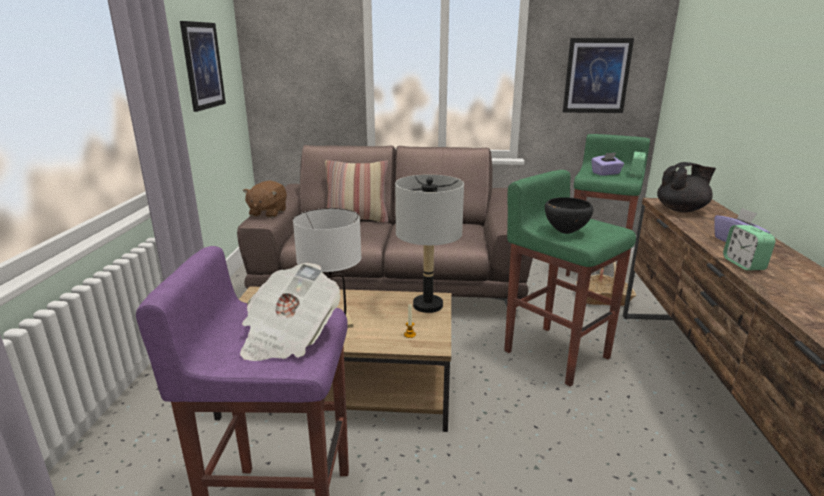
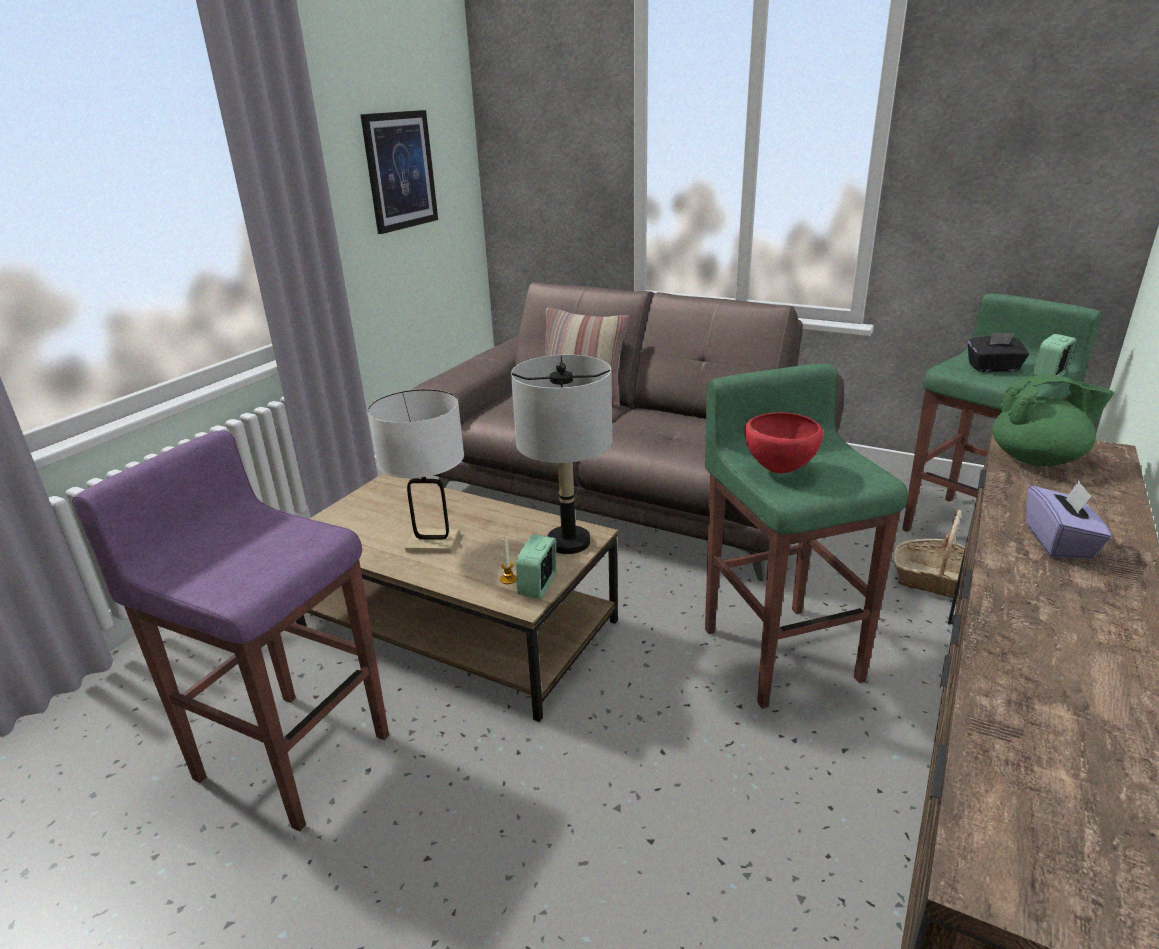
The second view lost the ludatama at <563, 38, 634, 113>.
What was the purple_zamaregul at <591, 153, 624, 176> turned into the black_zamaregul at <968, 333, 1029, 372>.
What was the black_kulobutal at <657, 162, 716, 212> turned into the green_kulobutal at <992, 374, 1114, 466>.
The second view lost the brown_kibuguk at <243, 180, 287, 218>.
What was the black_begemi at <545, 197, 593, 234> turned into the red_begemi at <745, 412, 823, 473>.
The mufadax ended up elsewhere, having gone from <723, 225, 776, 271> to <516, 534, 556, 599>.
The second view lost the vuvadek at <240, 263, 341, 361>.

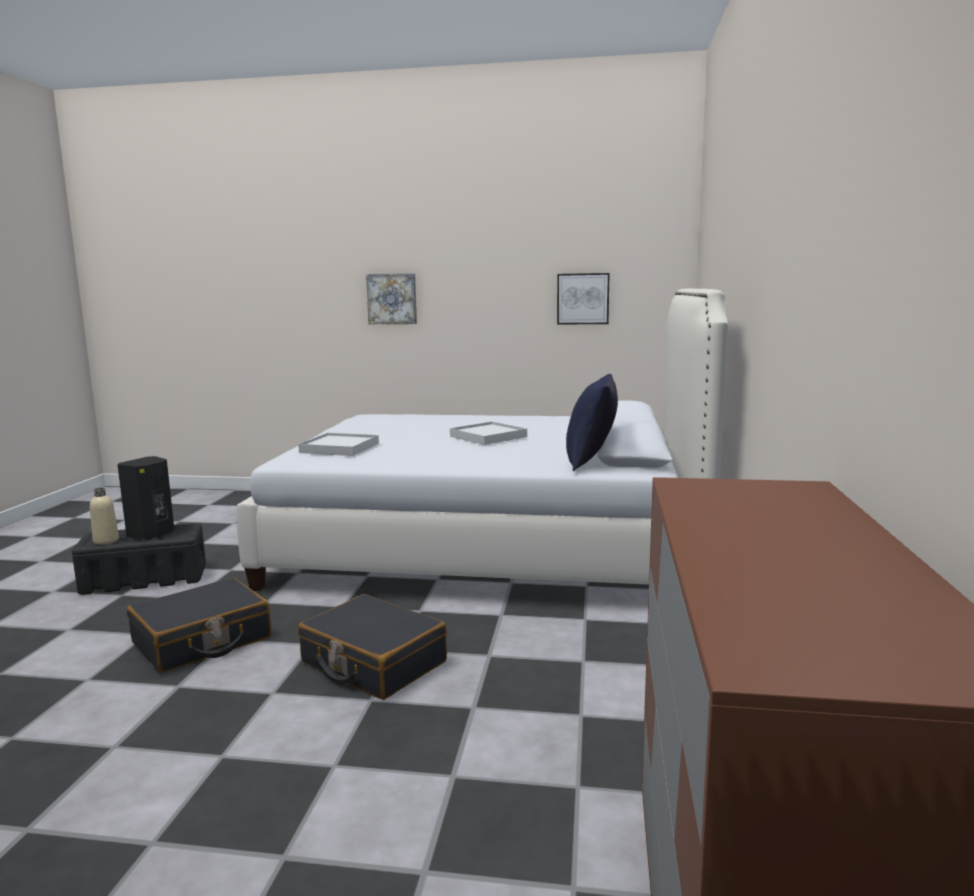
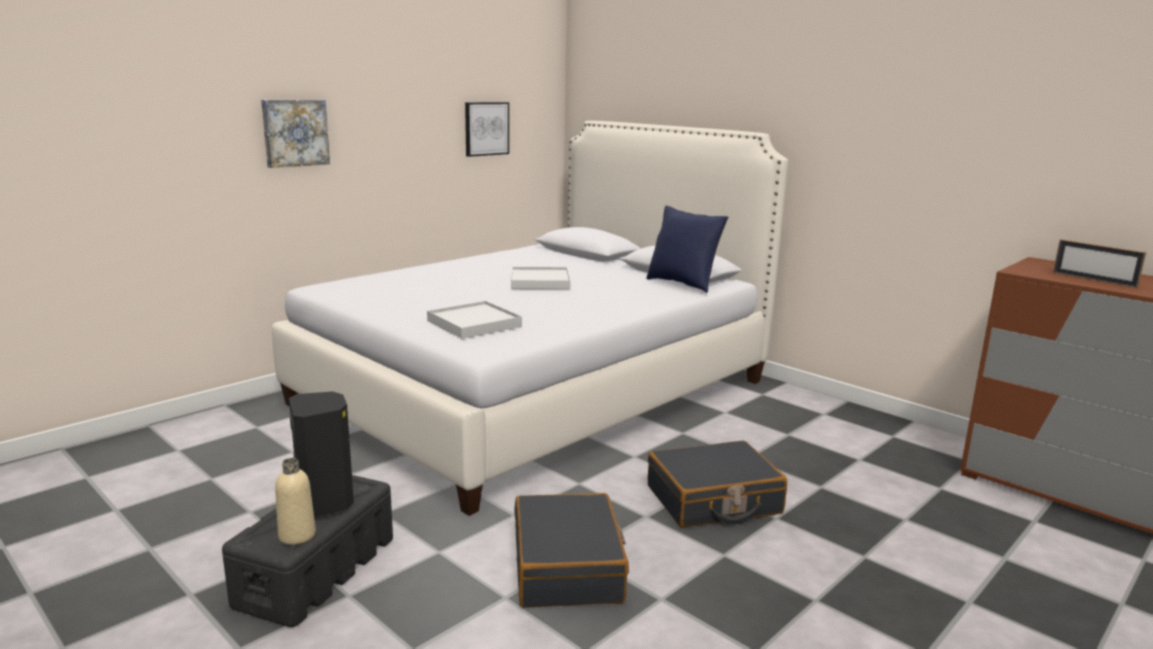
The second view gained the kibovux at <1053, 239, 1146, 288>.

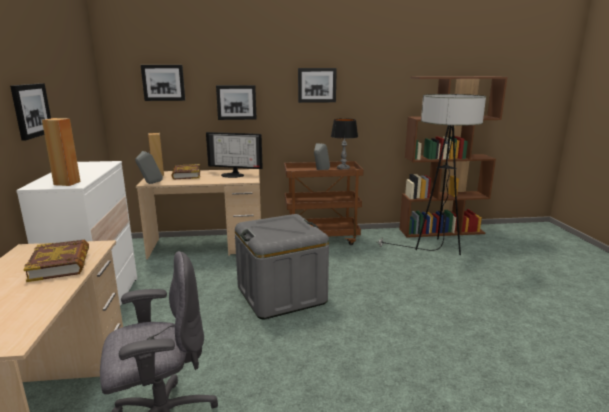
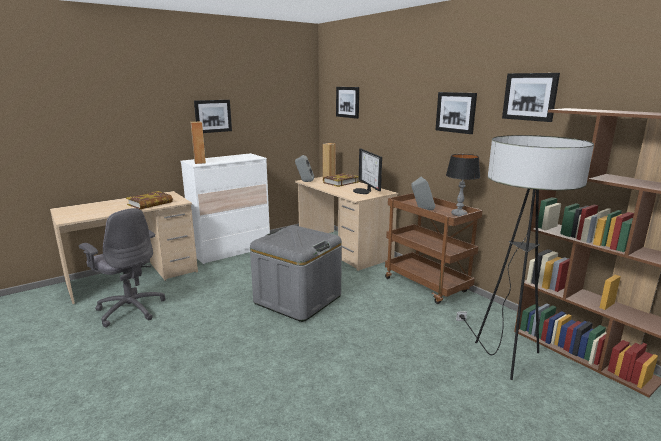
The ludatama ended up elsewhere, having gone from <216, 85, 257, 120> to <502, 73, 560, 122>.

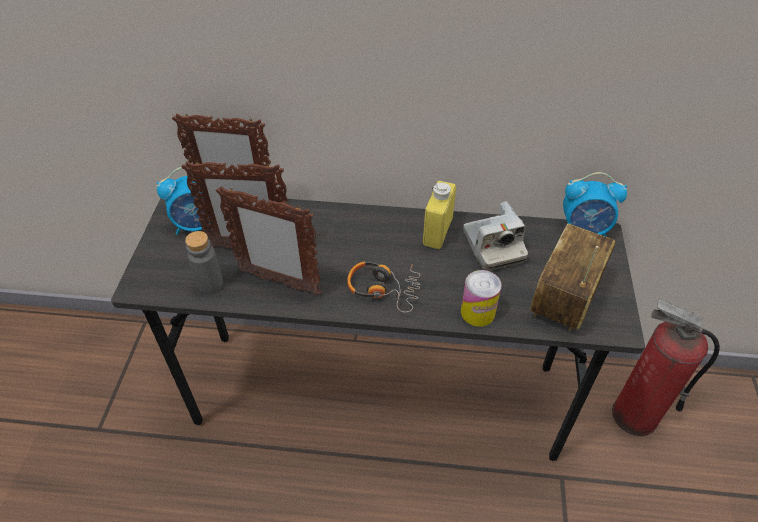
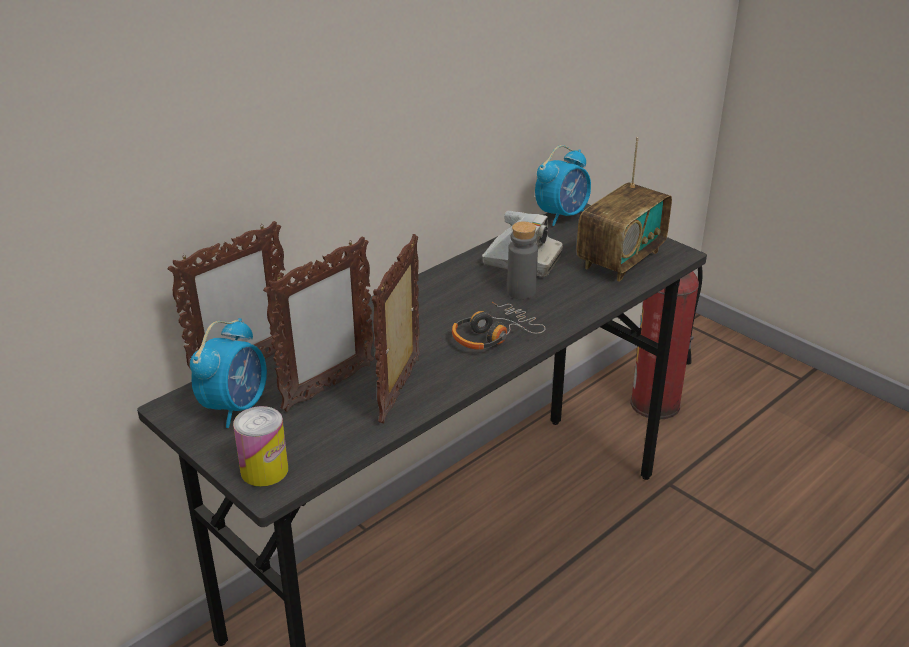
The second view lost the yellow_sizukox at <423, 181, 456, 249>.
The kibovux at <216, 186, 322, 296> ended up facing another way, 135 degrees clockwise from before.
The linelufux at <530, 223, 616, 331> ended up facing another way, 120 degrees counterclockwise from before.
The grey_sizukox ended up elsewhere, having gone from <185, 231, 223, 294> to <507, 222, 538, 299>.
The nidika ended up elsewhere, having gone from <461, 270, 502, 327> to <233, 406, 288, 487>.

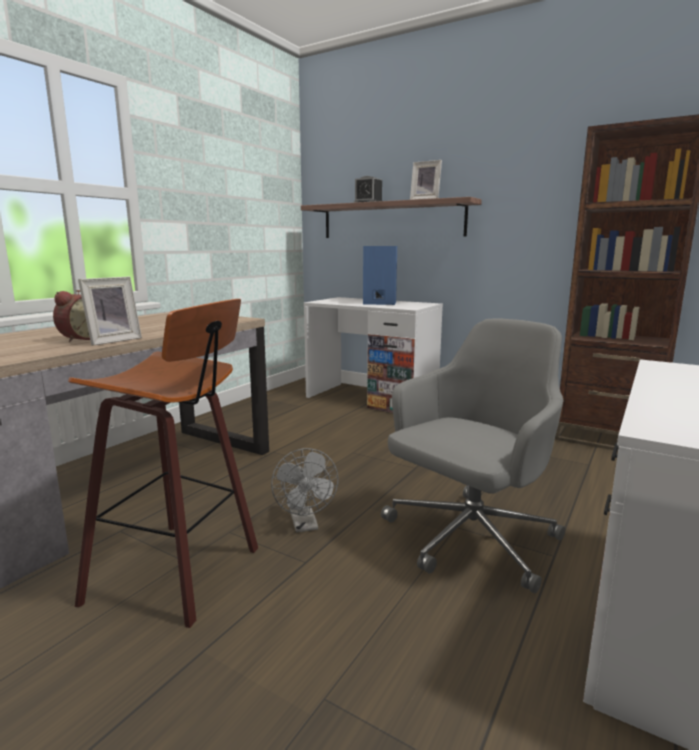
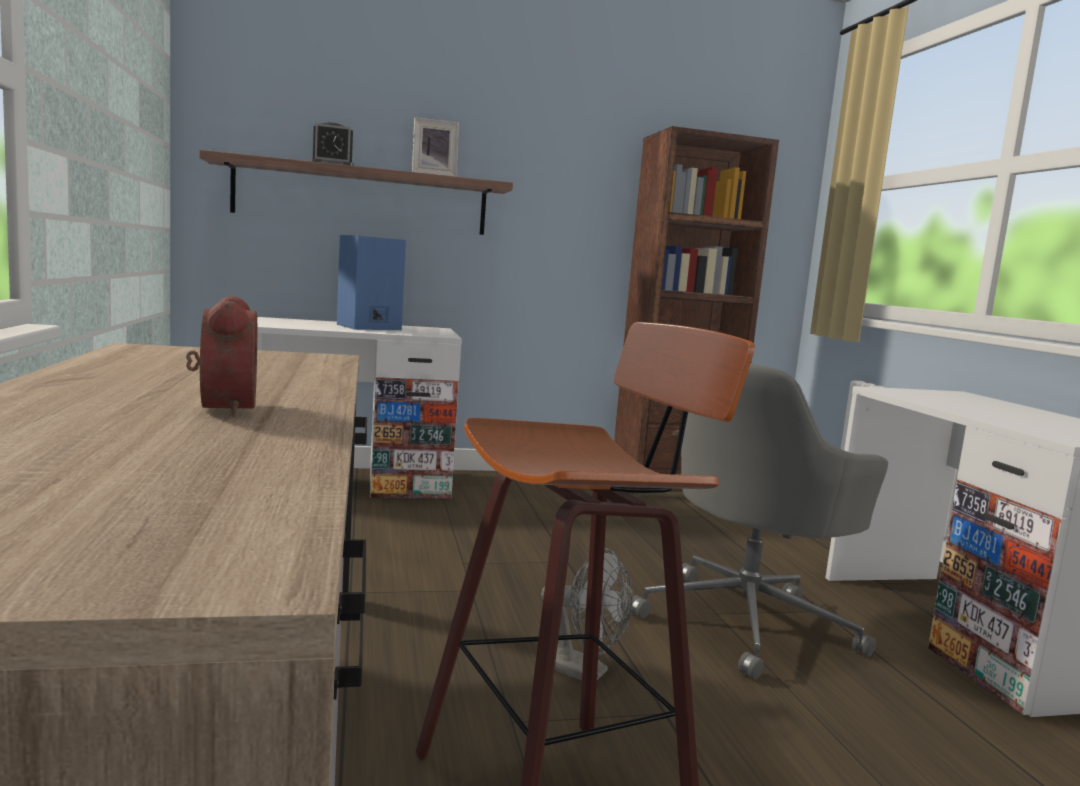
The second view lost the kibovux at <78, 276, 142, 346>.
The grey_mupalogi at <381, 318, 565, 593> ended up facing another way, 135 degrees counterclockwise from before.

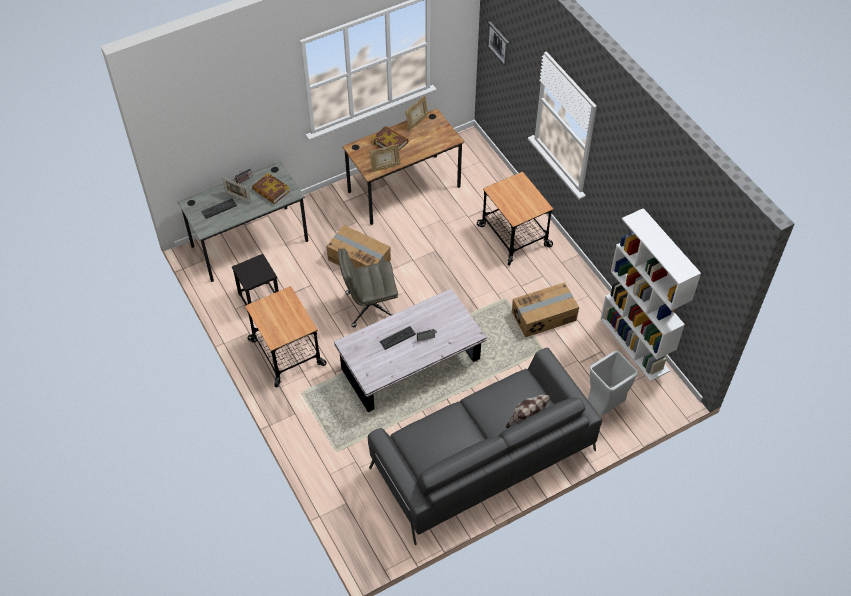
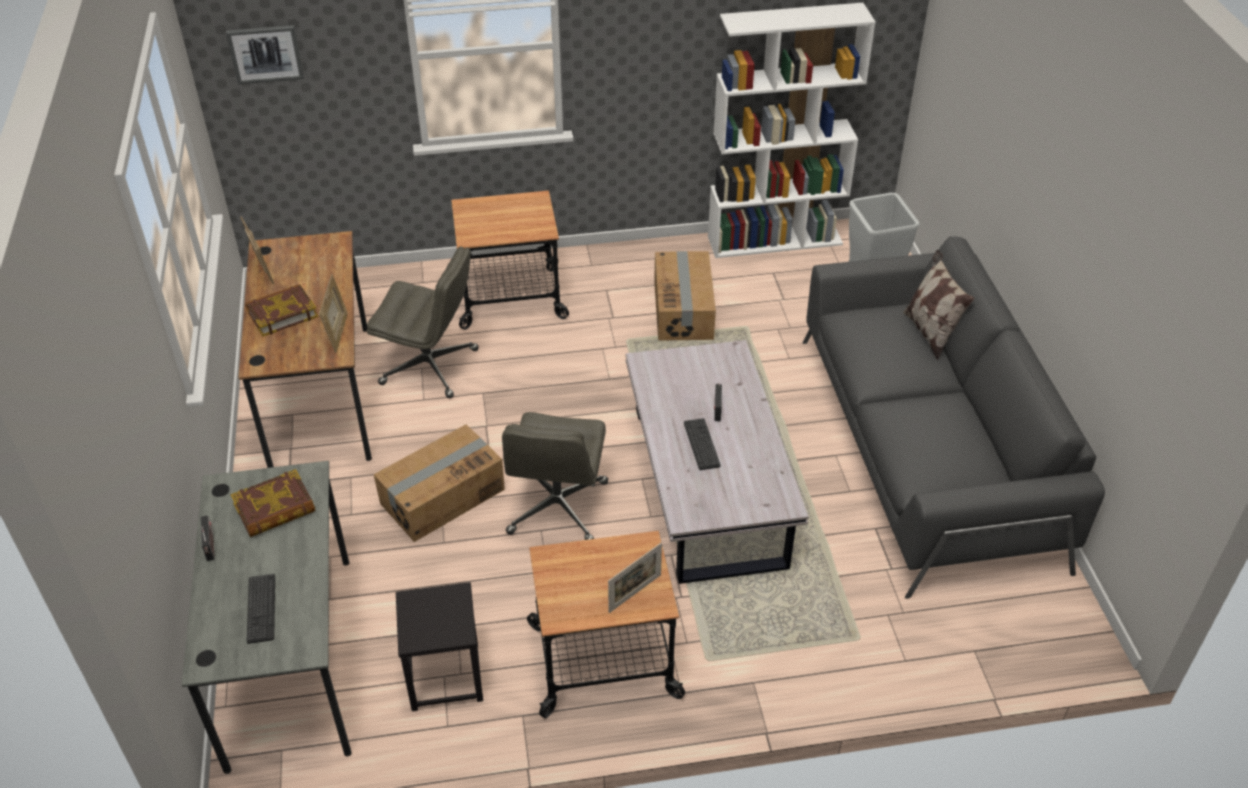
The kibovux ended up elsewhere, having gone from <222, 177, 251, 203> to <608, 543, 662, 613>.
The second view gained the grey_mupalogi at <367, 246, 479, 398>.

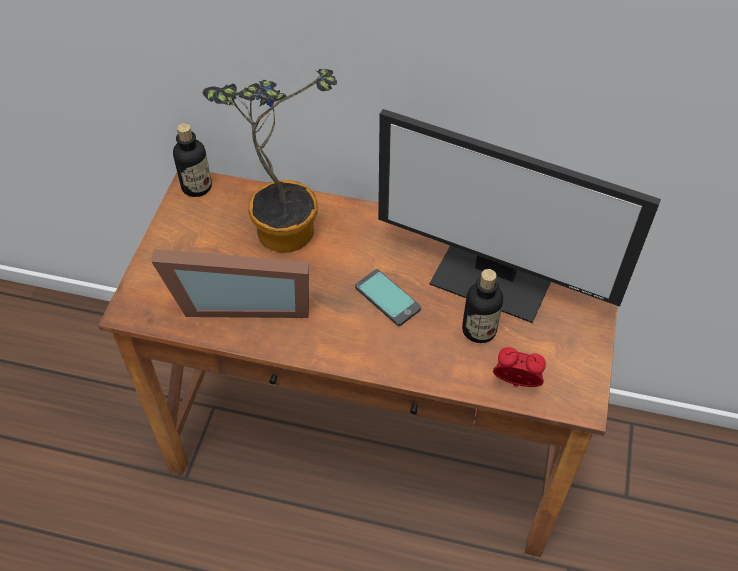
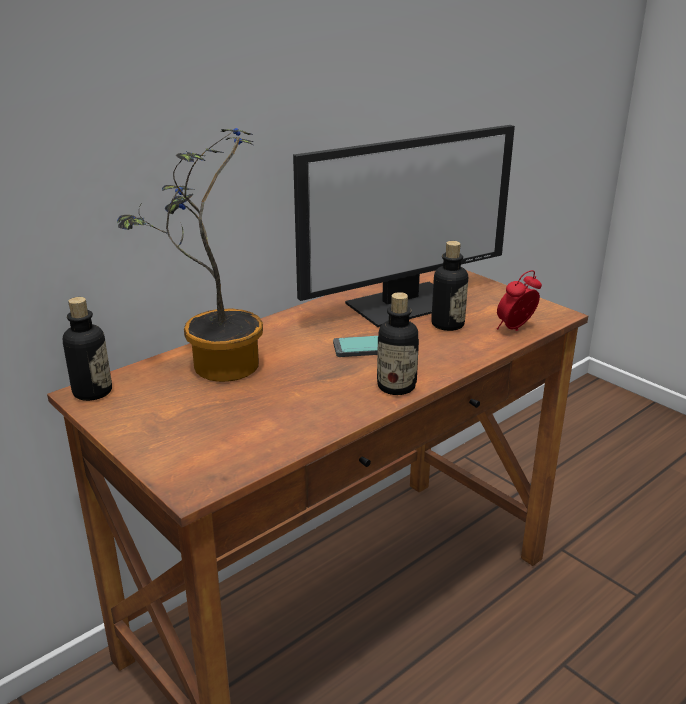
The second view lost the kibovux at <151, 249, 309, 318>.
The second view gained the sizukox at <377, 292, 419, 395>.

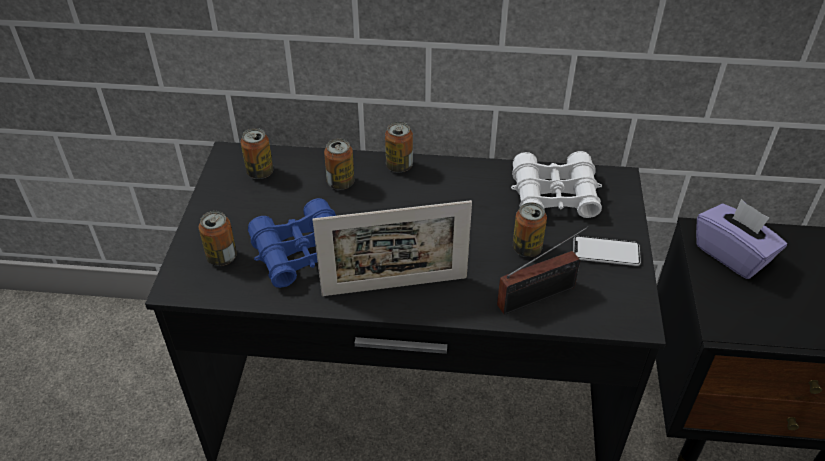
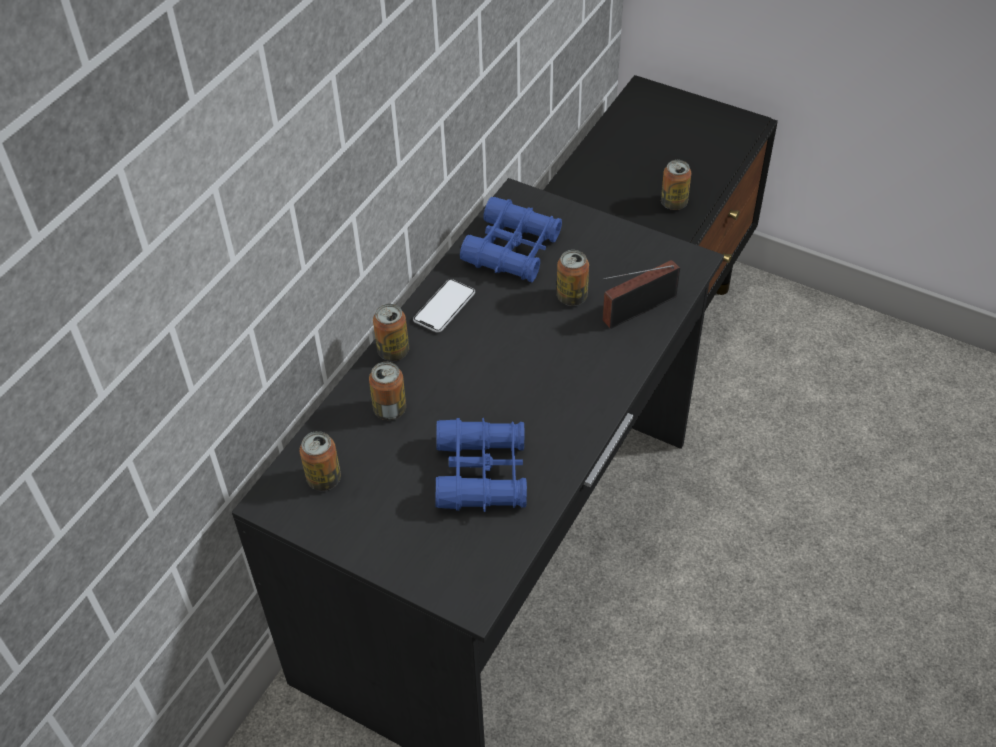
What was the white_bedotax at <511, 151, 602, 218> turned into the blue_bedotax at <460, 197, 562, 282>.
The second view lost the purple_zamaregul at <696, 199, 787, 279>.
The second view lost the kibovux at <312, 200, 472, 296>.
The nidika ended up elsewhere, having gone from <199, 211, 237, 266> to <661, 160, 691, 210>.
The linelufux at <497, 226, 589, 315> ended up facing another way, 120 degrees counterclockwise from before.
The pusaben ended up elsewhere, having gone from <573, 236, 641, 266> to <413, 279, 475, 333>.

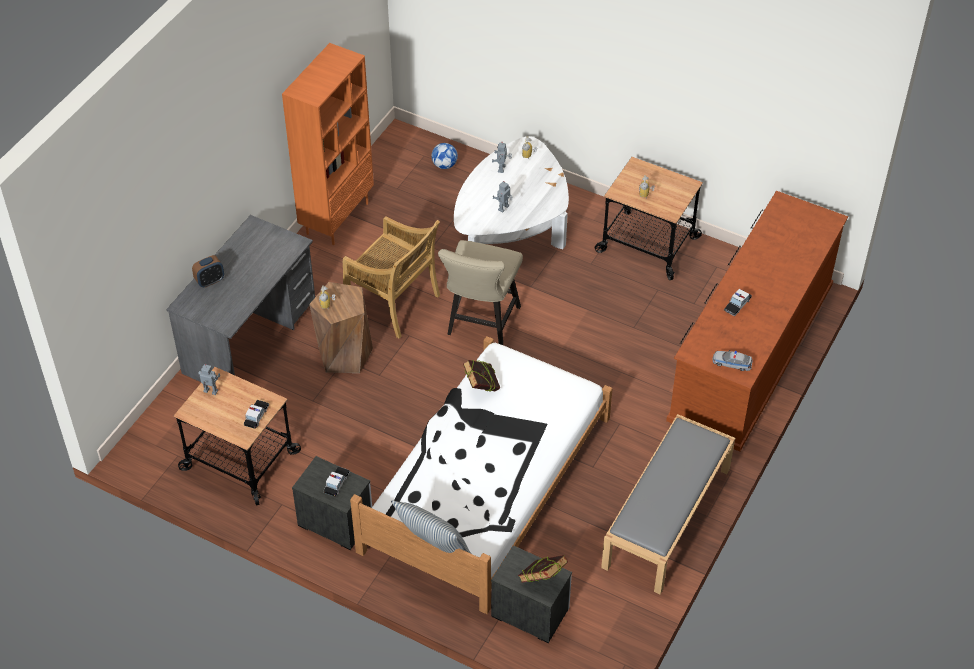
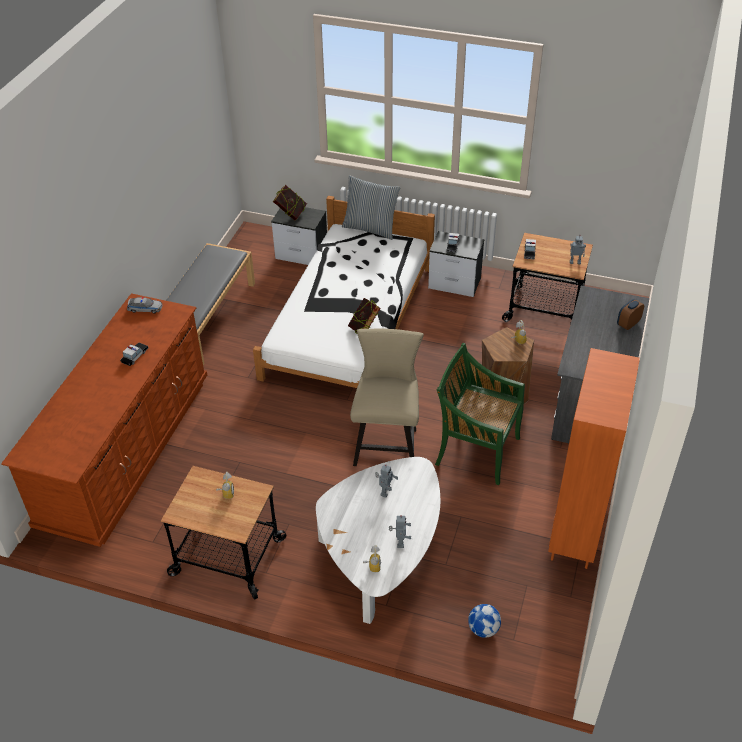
What was the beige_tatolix at <343, 216, 440, 338> turned into the green_tatolix at <435, 343, 525, 485>.

